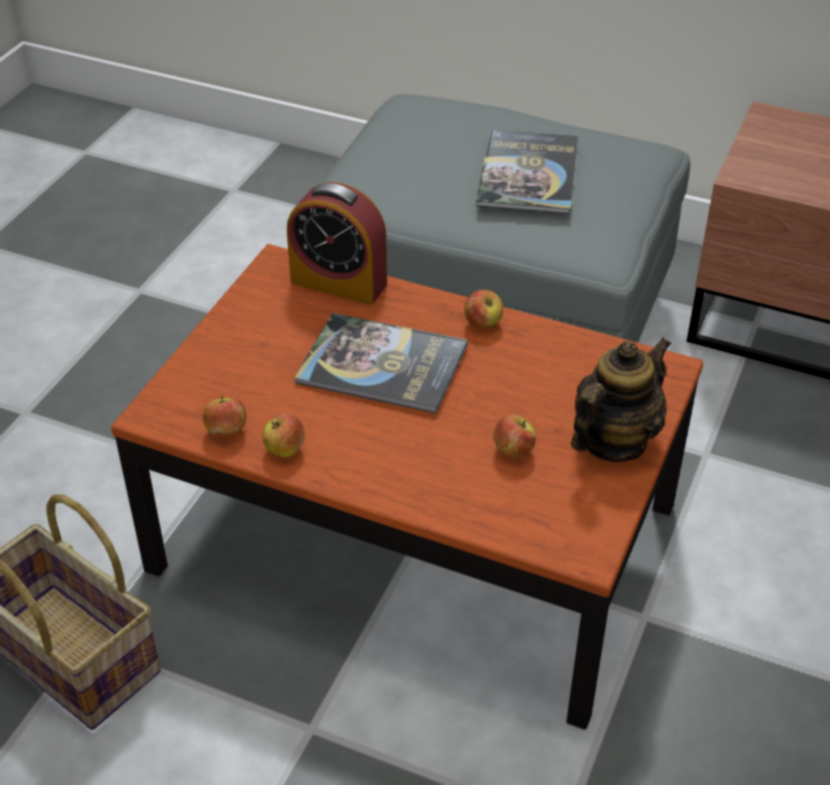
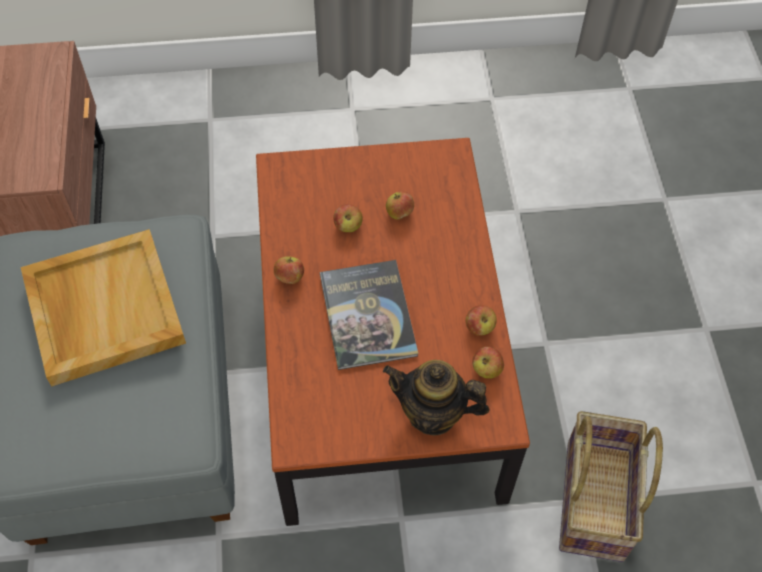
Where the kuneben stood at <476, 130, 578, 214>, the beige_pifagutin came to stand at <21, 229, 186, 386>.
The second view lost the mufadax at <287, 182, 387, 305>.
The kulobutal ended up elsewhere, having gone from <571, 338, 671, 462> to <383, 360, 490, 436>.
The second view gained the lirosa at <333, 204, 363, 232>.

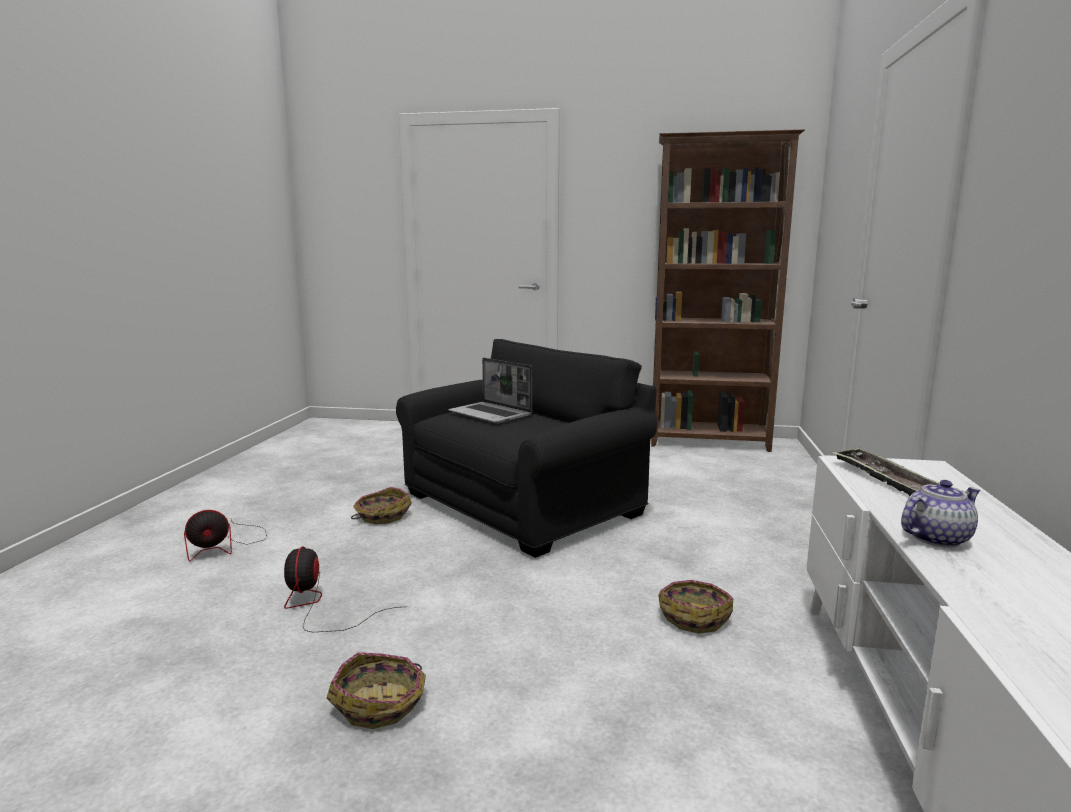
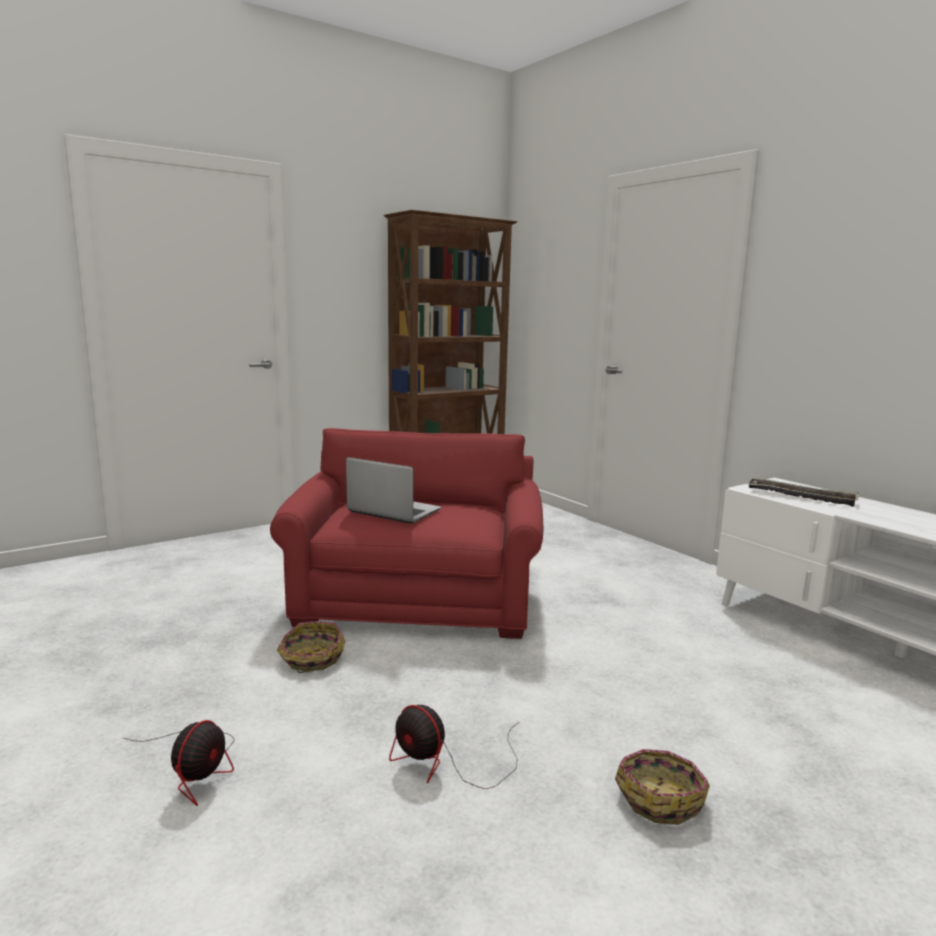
What was the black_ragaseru at <396, 339, 657, 558> turned into the red_ragaseru at <270, 428, 543, 639>.
The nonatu at <448, 358, 532, 424> ended up facing another way, 150 degrees counterclockwise from before.
The second view lost the kulobutal at <901, 480, 980, 548>.
The second view lost the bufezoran at <658, 580, 733, 634>.

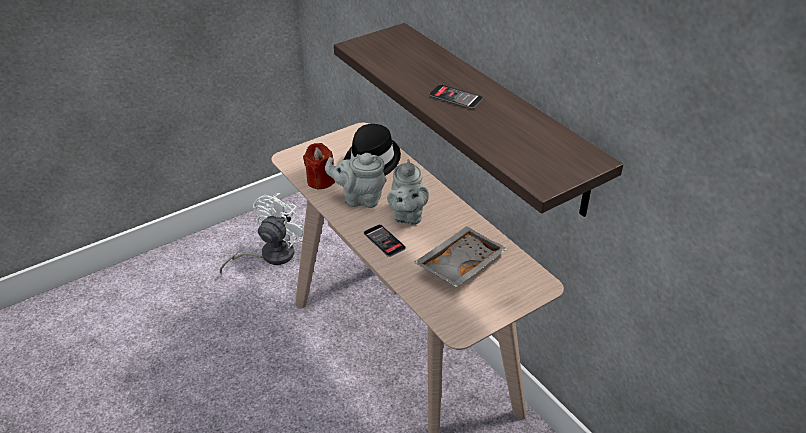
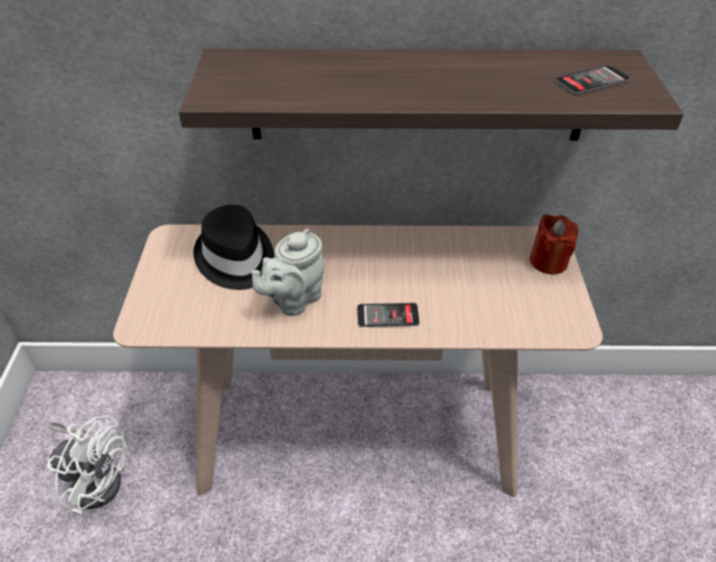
The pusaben ended up elsewhere, having gone from <429, 84, 483, 109> to <555, 65, 631, 95>.
The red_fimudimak ended up elsewhere, having gone from <303, 143, 335, 189> to <530, 214, 578, 275>.
The second view lost the grey_kulobutal at <387, 159, 429, 225>.
The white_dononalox at <220, 193, 304, 274> ended up facing another way, 135 degrees clockwise from before.
The second view lost the grey_pifagutin at <414, 226, 507, 287>.

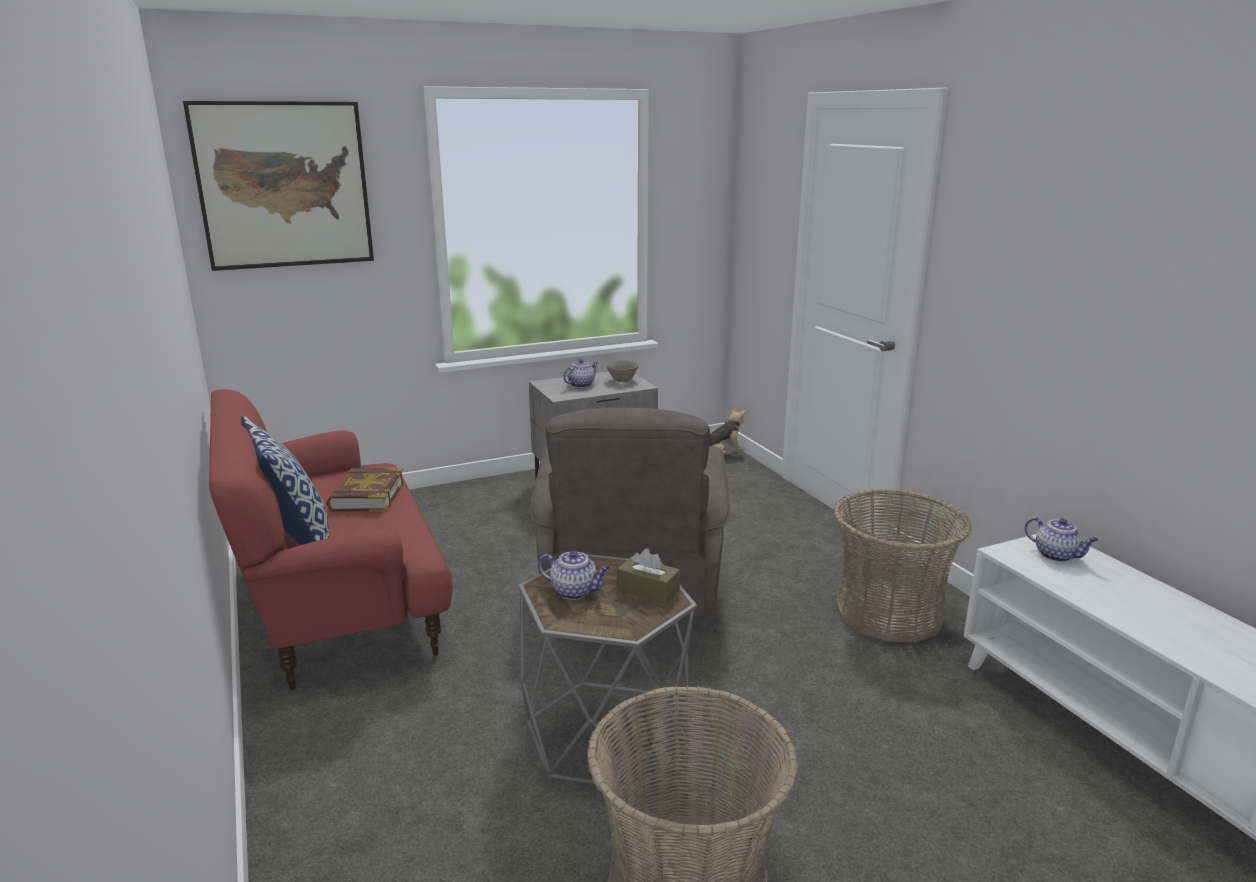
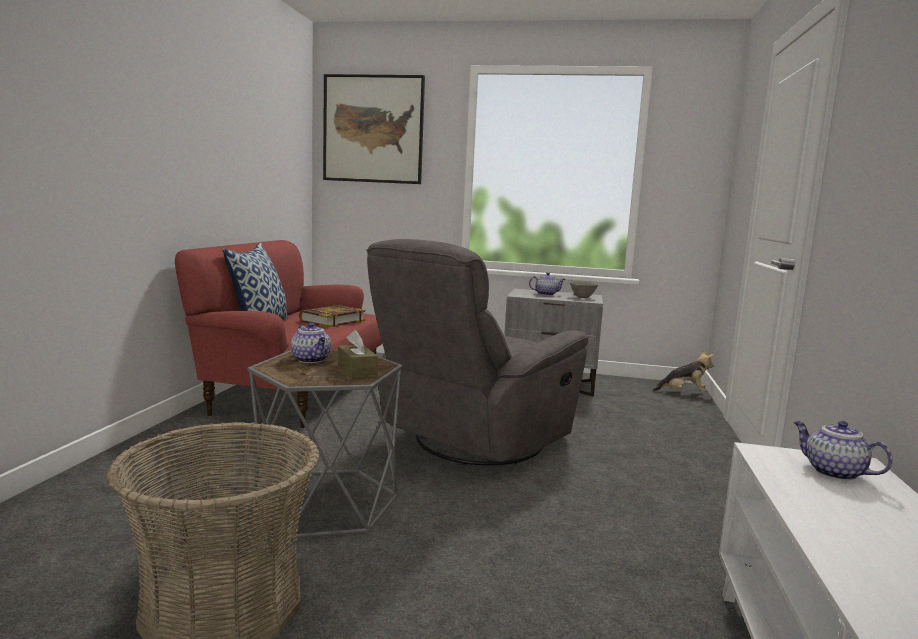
The second view lost the bufezoran at <833, 489, 972, 642>.
The kulobutal at <1025, 517, 1098, 562> ended up facing another way, 150 degrees clockwise from before.

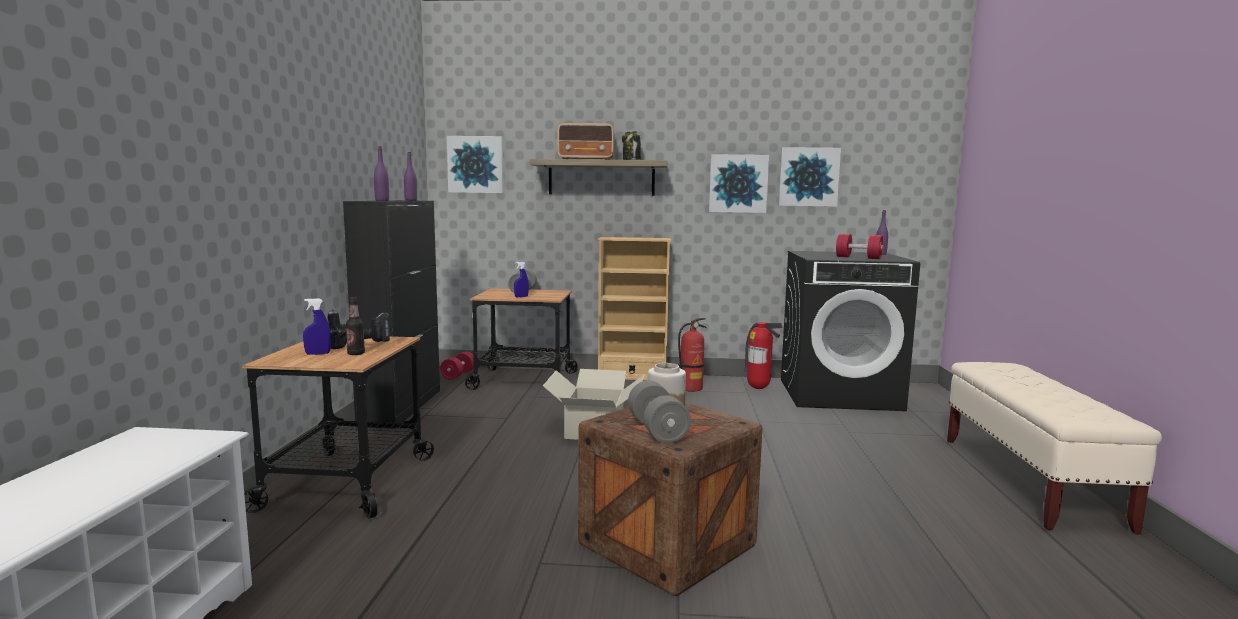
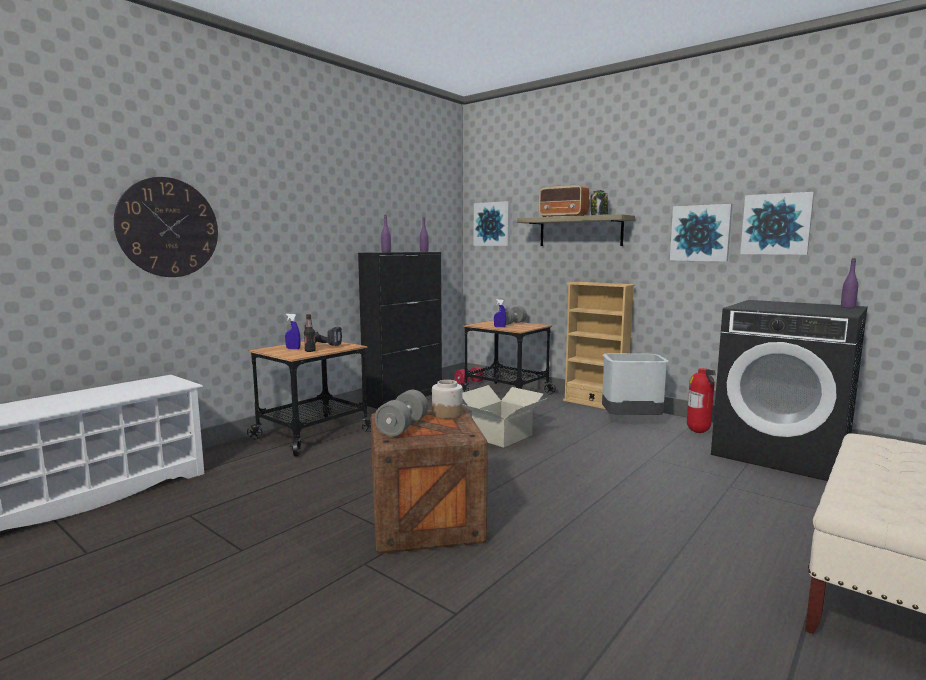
The second view lost the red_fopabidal at <836, 234, 883, 259>.
Where the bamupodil stood at <678, 318, 707, 392>, the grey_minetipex came to stand at <602, 353, 668, 415>.
The second view gained the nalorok at <114, 177, 218, 277>.

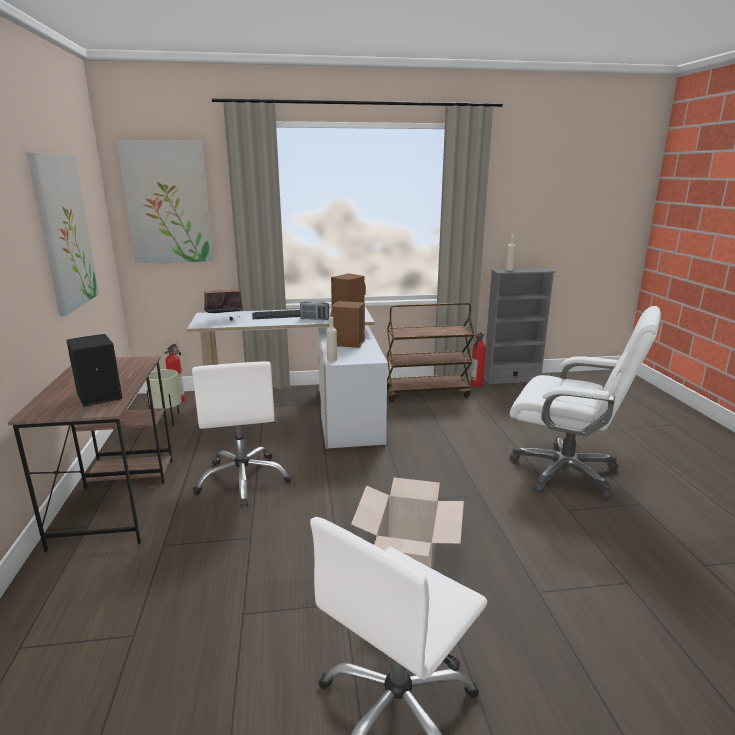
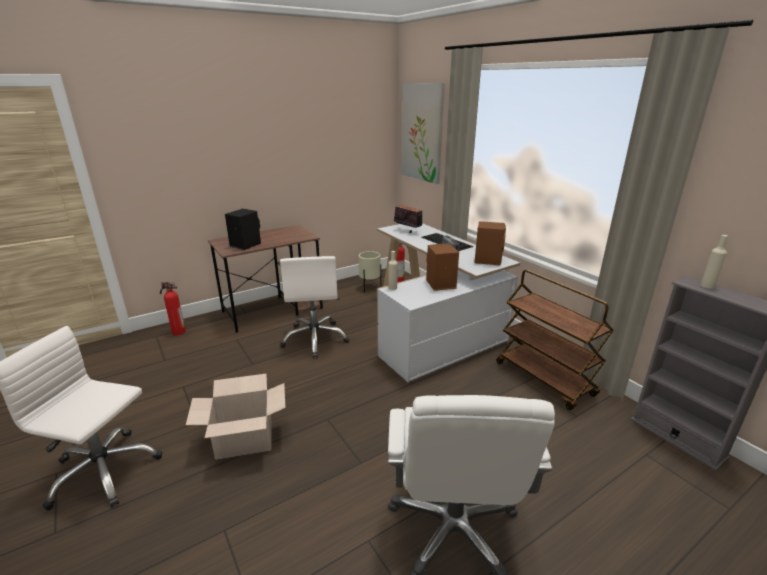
The second view lost the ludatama at <27, 153, 99, 316>.
The bamupodil ended up elsewhere, having gone from <470, 332, 486, 387> to <160, 282, 186, 335>.
The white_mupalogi at <192, 361, 292, 507> ended up facing another way, 60 degrees counterclockwise from before.

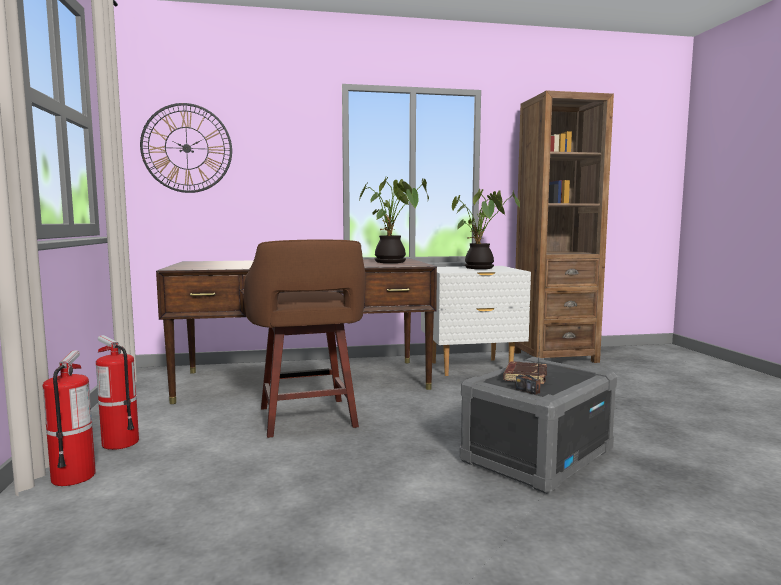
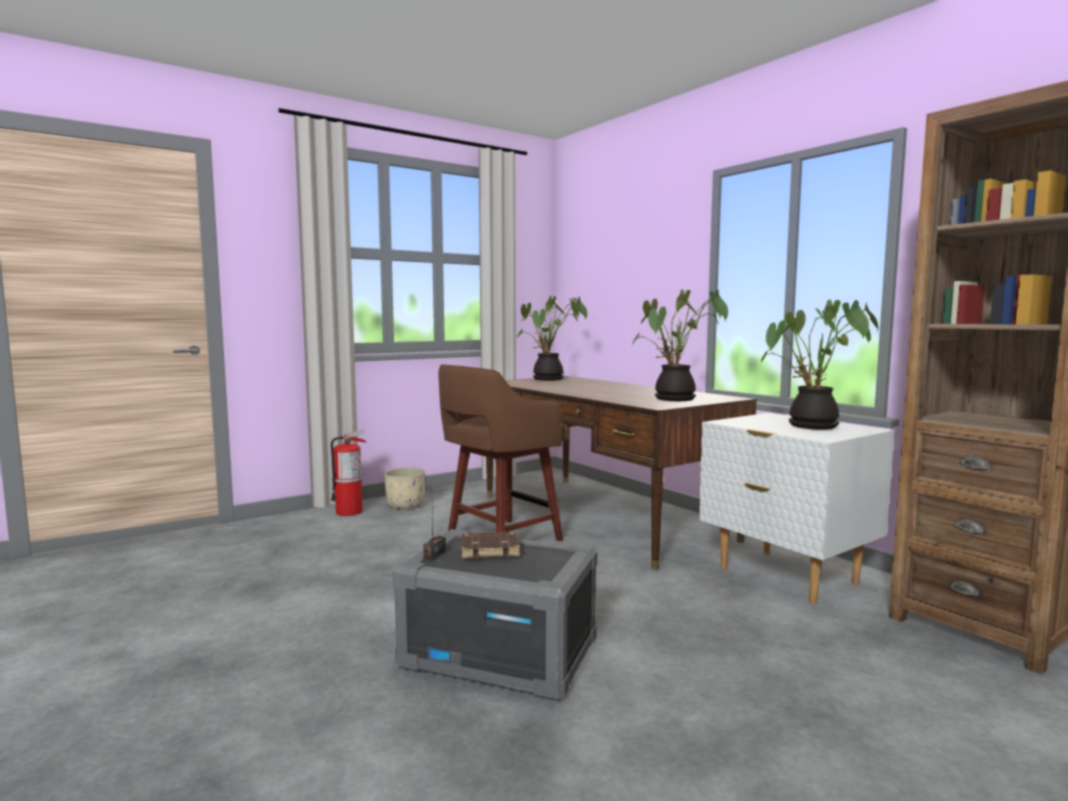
The second view lost the nalorok at <140, 103, 232, 193>.
Where the bamupodil stood at <96, 335, 139, 450>, the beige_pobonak came to stand at <384, 467, 425, 510>.
The second view gained the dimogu at <516, 296, 587, 381>.

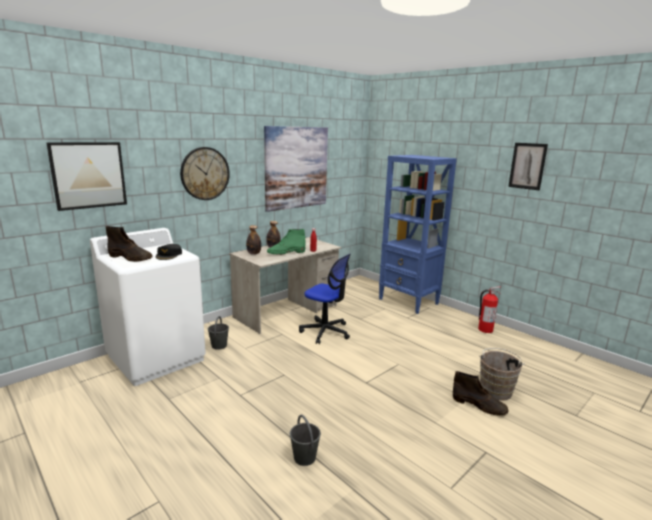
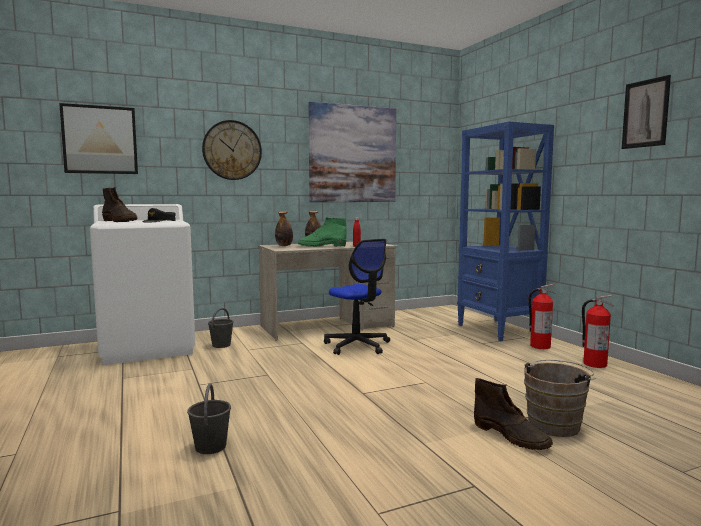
The second view gained the bamupodil at <529, 284, 556, 349>.

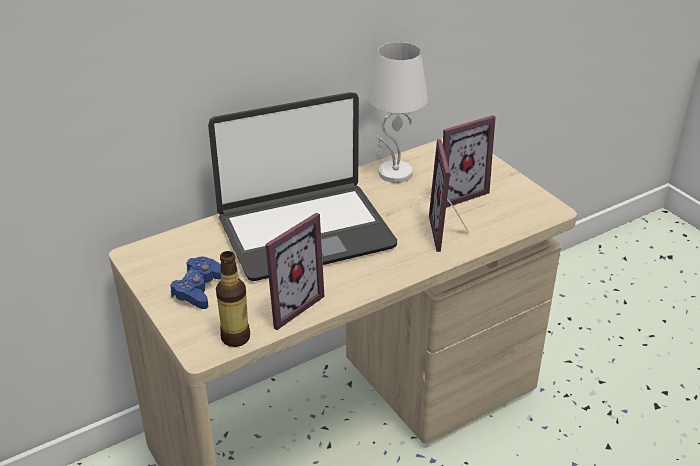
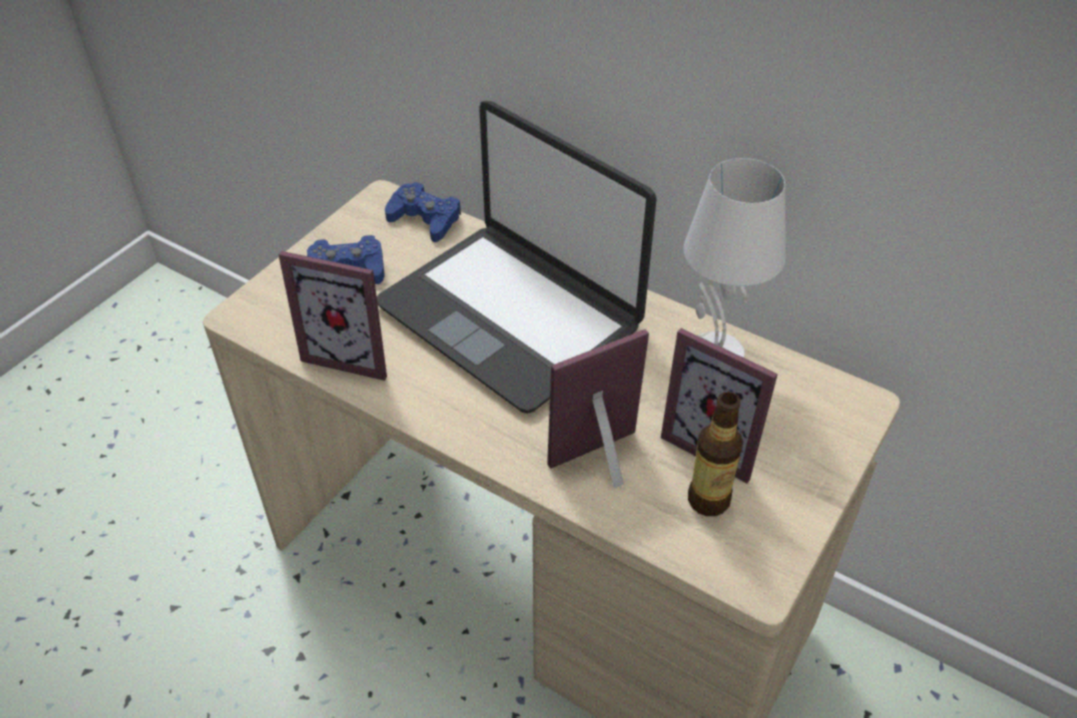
The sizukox ended up elsewhere, having gone from <216, 251, 250, 347> to <688, 392, 743, 516>.
The second view gained the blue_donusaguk at <385, 182, 461, 242>.

